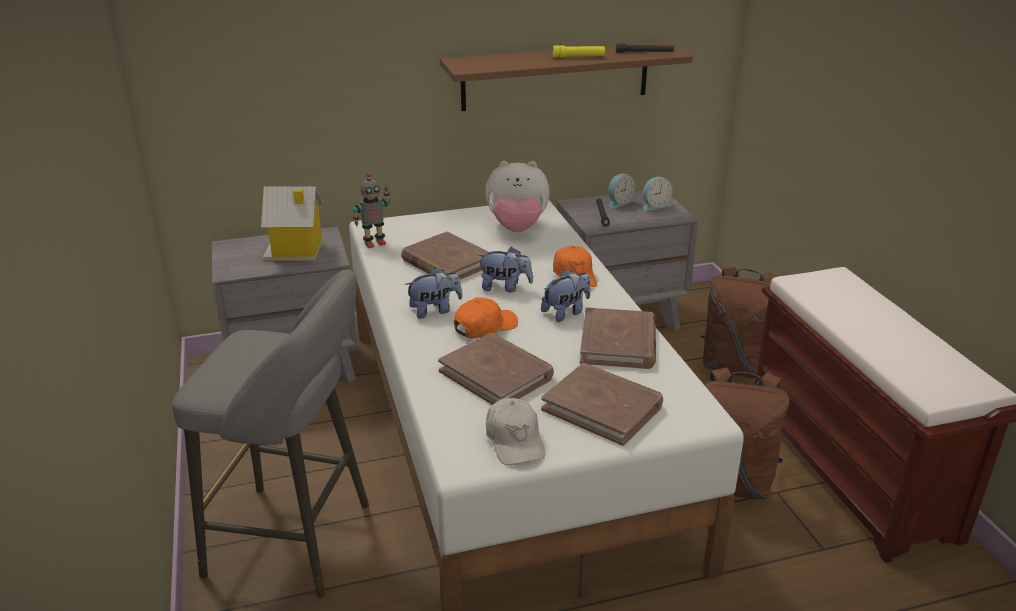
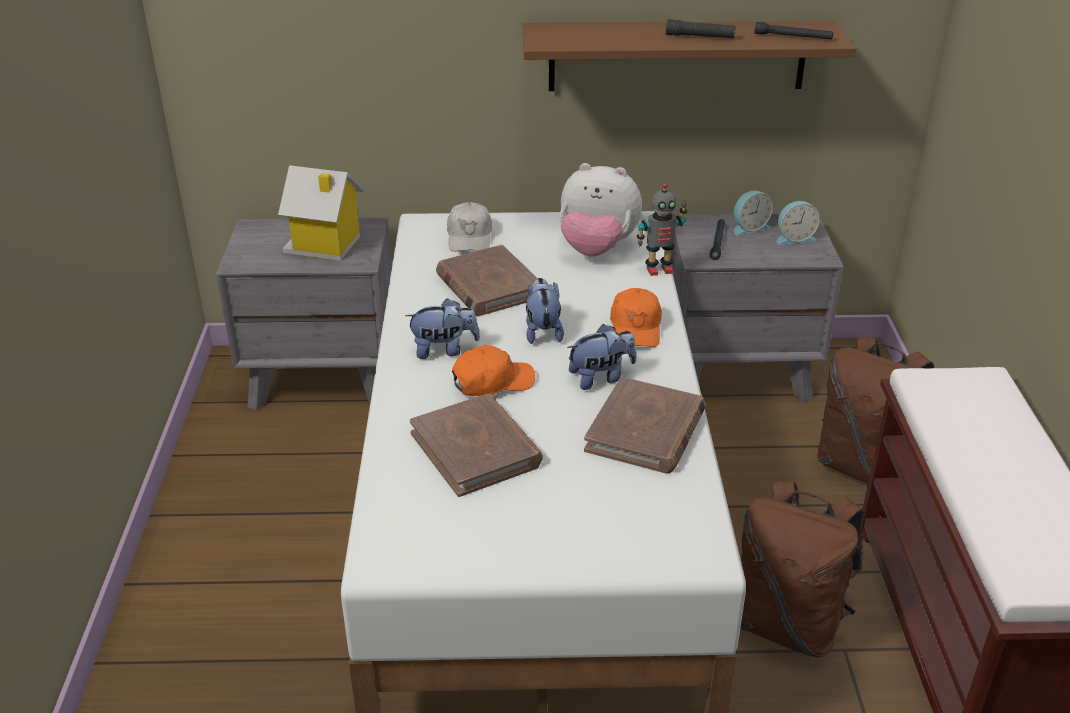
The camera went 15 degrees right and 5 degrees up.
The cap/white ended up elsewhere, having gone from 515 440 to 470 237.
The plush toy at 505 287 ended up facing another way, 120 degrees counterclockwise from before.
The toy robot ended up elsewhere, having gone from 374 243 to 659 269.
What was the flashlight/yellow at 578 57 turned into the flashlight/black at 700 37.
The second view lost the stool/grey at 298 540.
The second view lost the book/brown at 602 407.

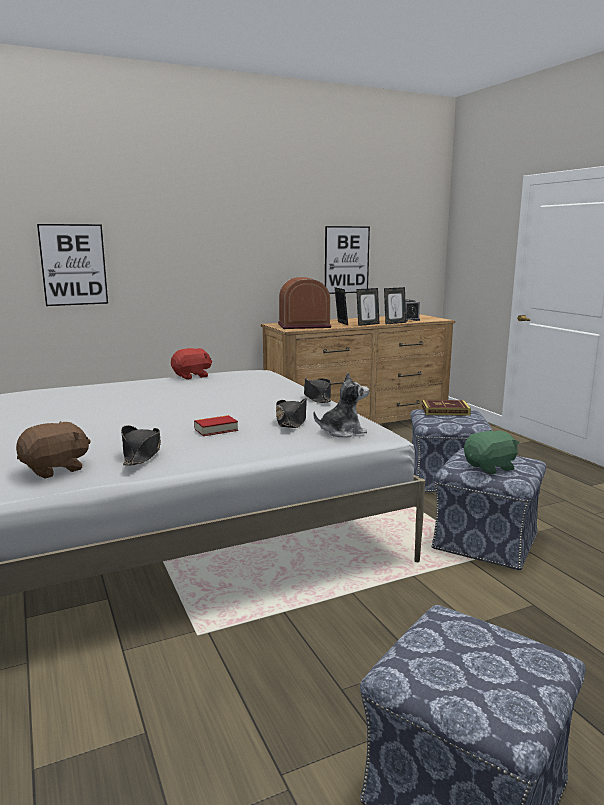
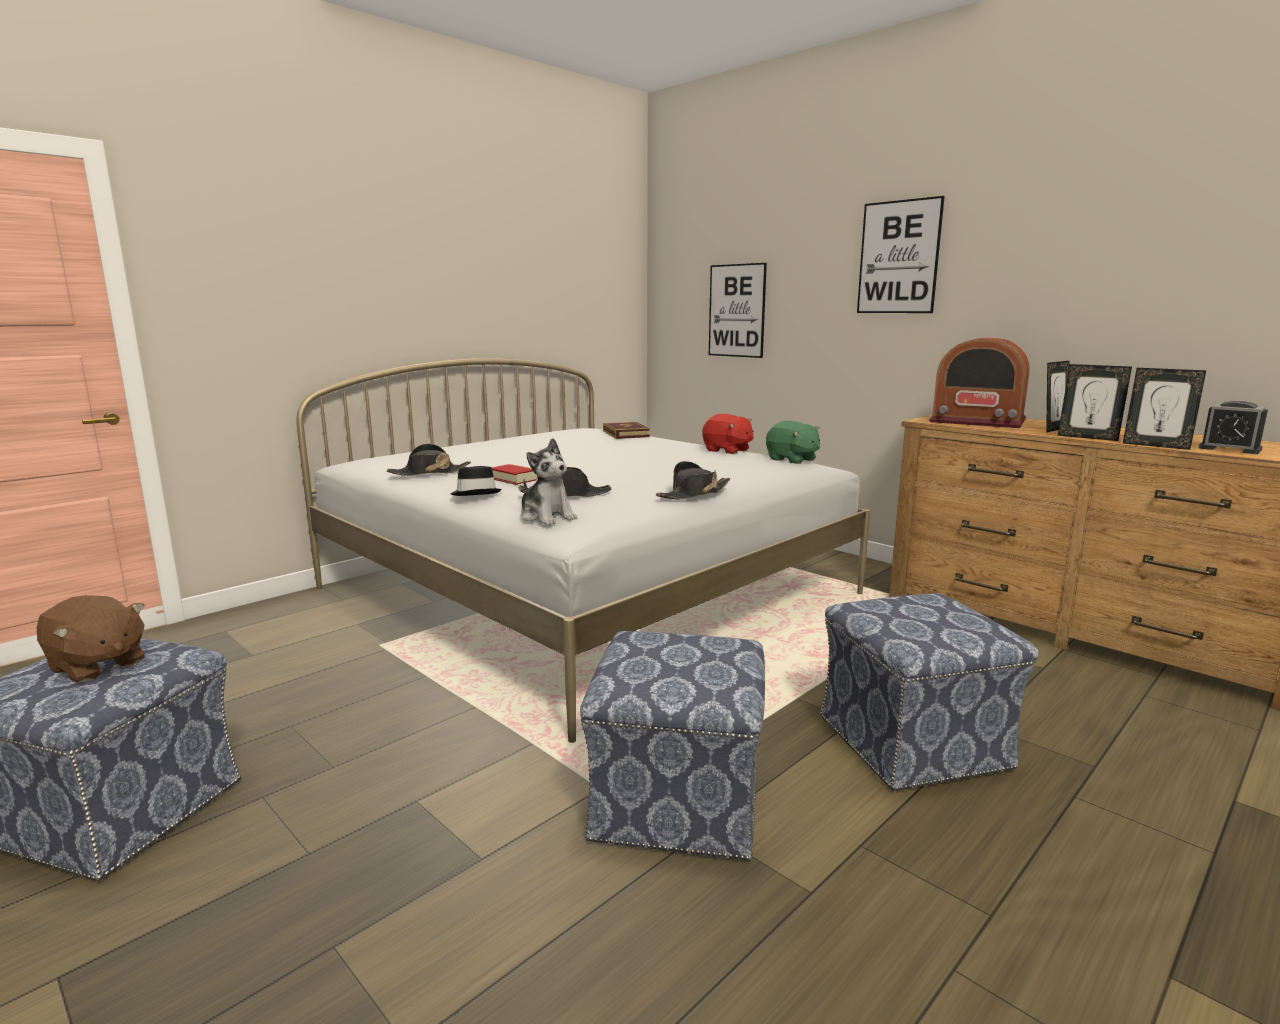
The camera went 70 degrees right and 0 degrees up.
The plush toy/brown ended up elsewhere, having gone from 55 469 to 97 666.
The second view gained the hat/black at 476 493.
The book ended up elsewhere, having gone from 445 411 to 625 434.
The plush toy/green ended up elsewhere, having gone from 490 467 to 792 460.
The picture ended up elsewhere, having gone from 346 260 to 898 257.
The radio at 304 325 ended up facing another way, 150 degrees clockwise from before.

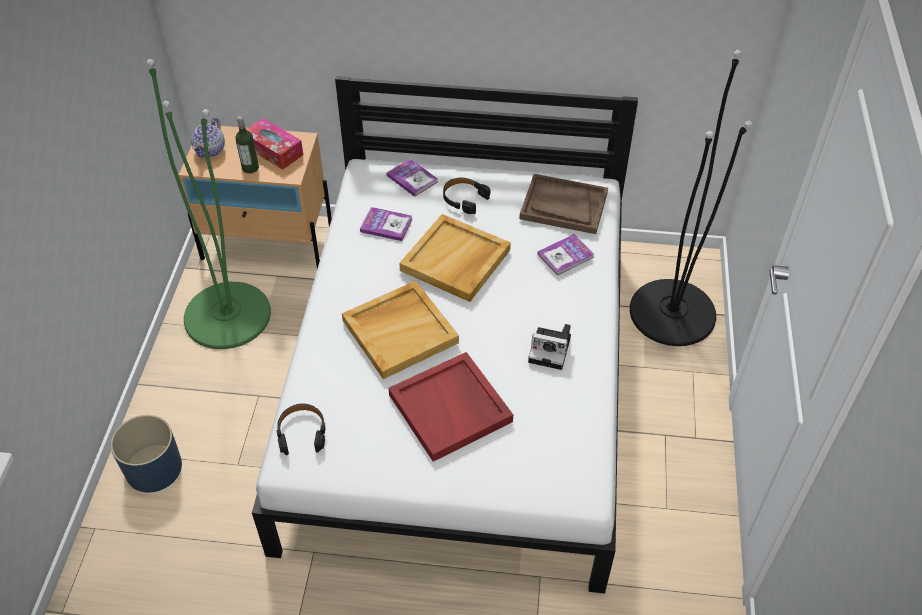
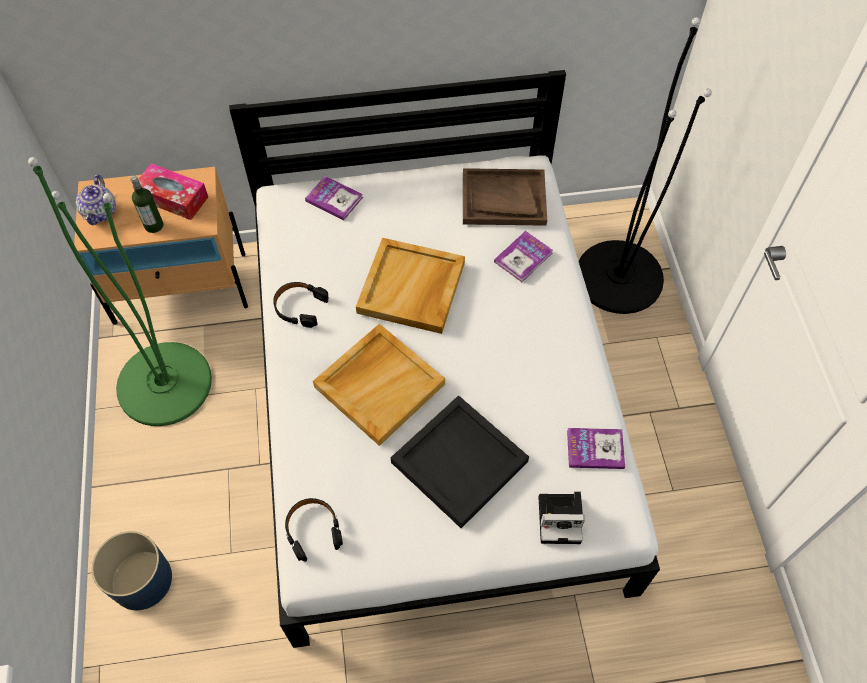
The camera went 15 degrees left and 10 degrees up.
The headphones/black ended up elsewhere, having gone from 464 199 to 300 307.
What was the tray/red at 451 408 turned into the tray/black at 461 462.
The photo camera ended up elsewhere, having gone from 551 349 to 561 519.
The book ended up elsewhere, having gone from 386 225 to 595 449.

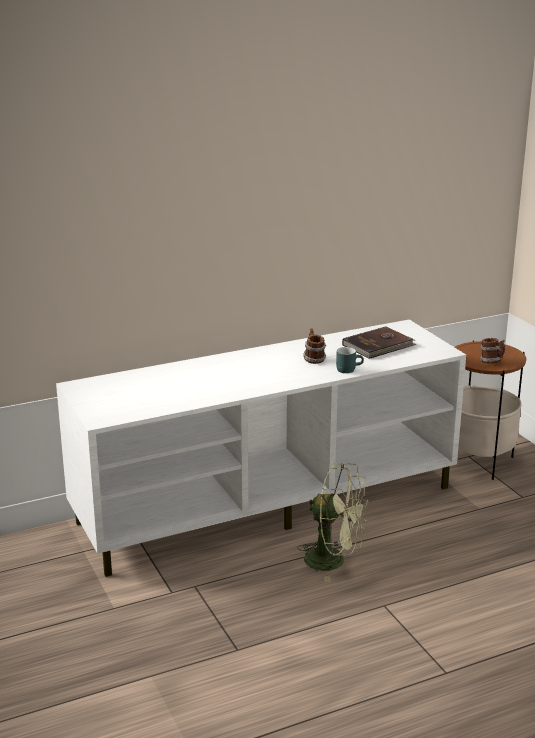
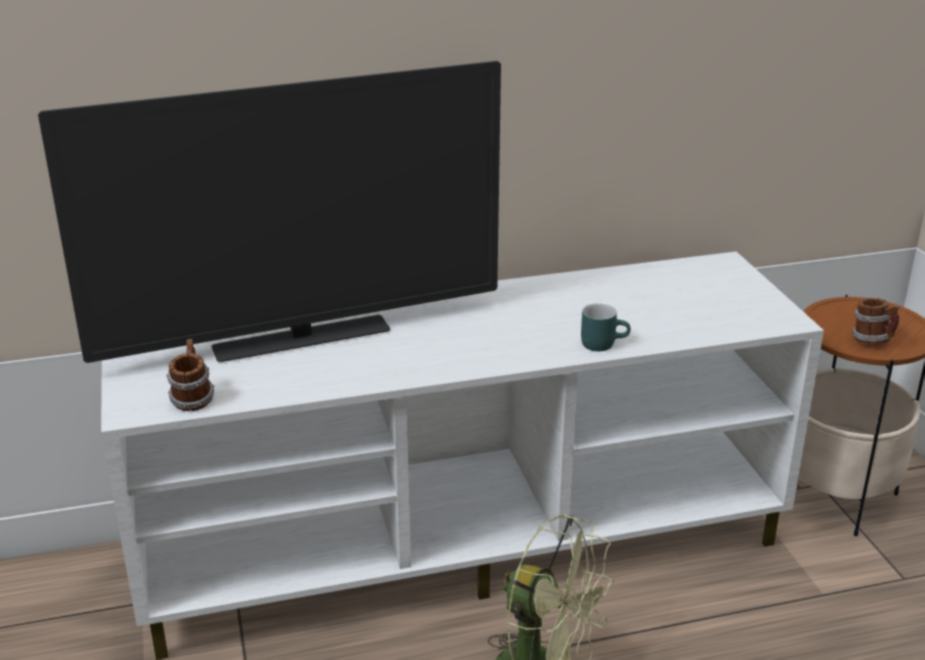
The camera went 10 degrees right and 5 degrees up.
The second view gained the television at 302 340.
The mug ended up elsewhere, having gone from 313 359 to 192 399.
The second view lost the book/brown at 379 346.

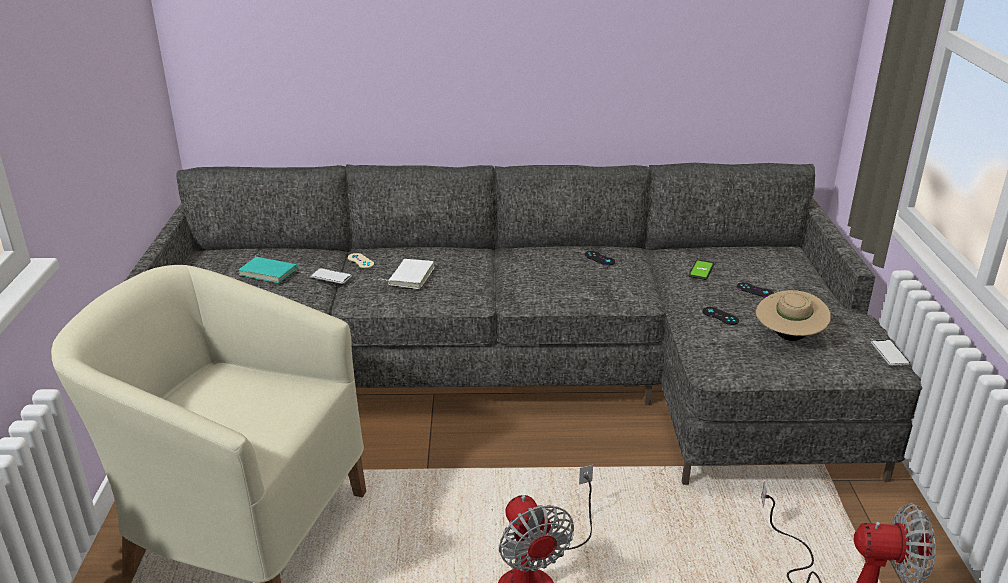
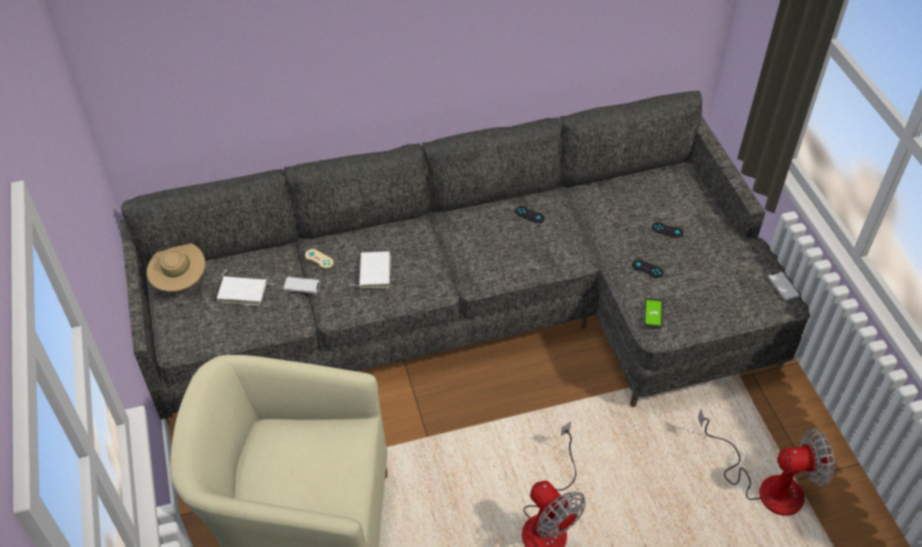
The camera went 15 degrees left and 20 degrees up.
The hat/beige ended up elsewhere, having gone from 788 337 to 180 281.
What was the book/turquoise at 269 271 turned into the book/white at 242 291.
The phone ended up elsewhere, having gone from 701 270 to 653 313.

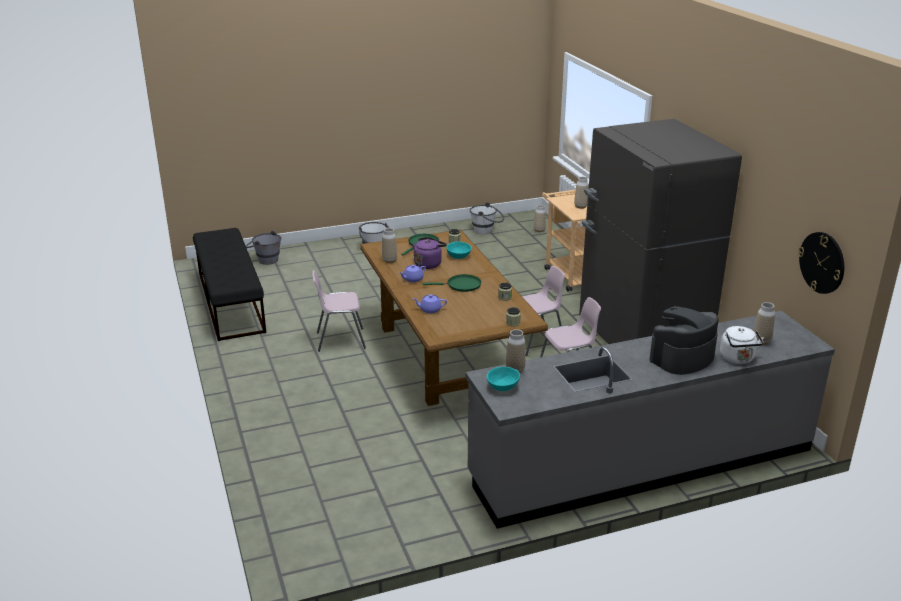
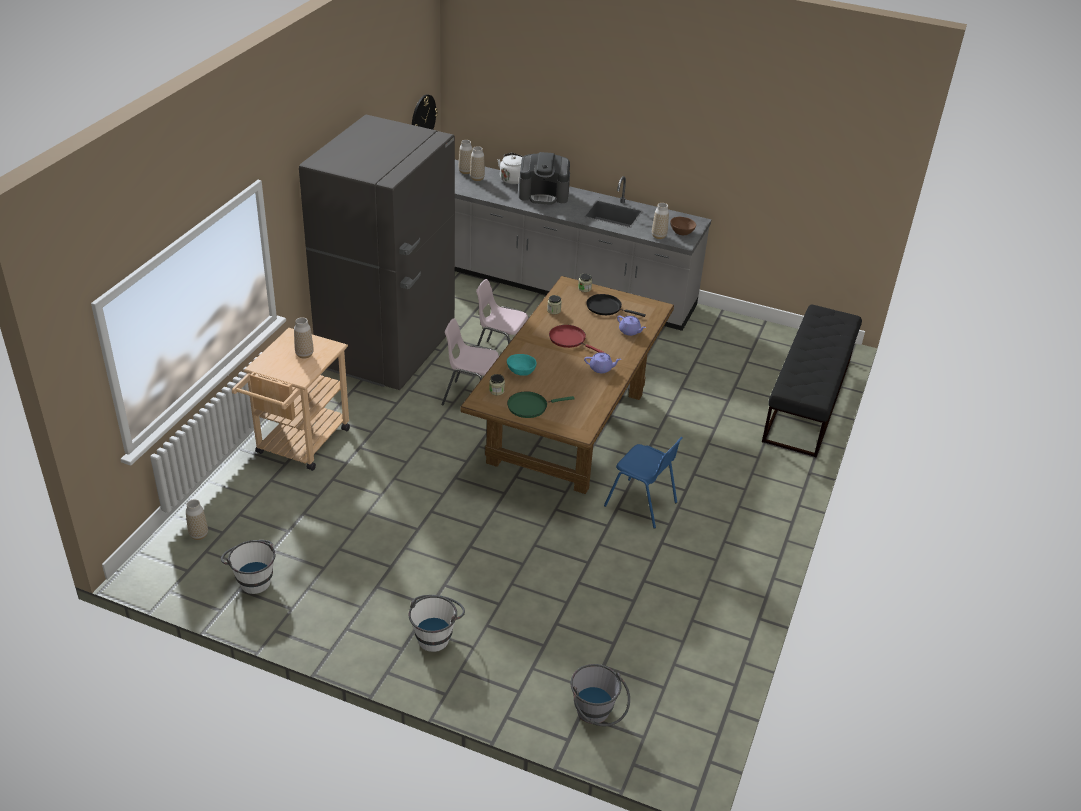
The camera went 140 degrees left and 10 degrees up.
The vase ended up elsewhere, having gone from 389 261 to 465 172.
What was the frying pan/green at 461 285 turned into the frying pan/red at 569 339.
The second view gained the frying pan/black at 606 307.
What was the chair/pink at 340 340 turned into the chair/blue at 641 504.
What was the bowl/turquoise at 503 386 turned into the bowl/brown at 681 232.
The bench/black ended up elsewhere, having gone from 230 302 to 807 399.
The second view lost the kettle/purple at 428 264.

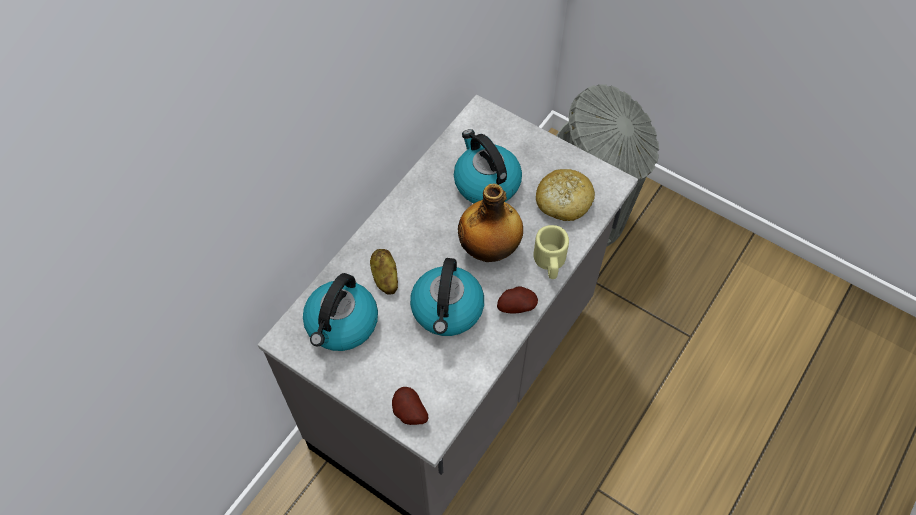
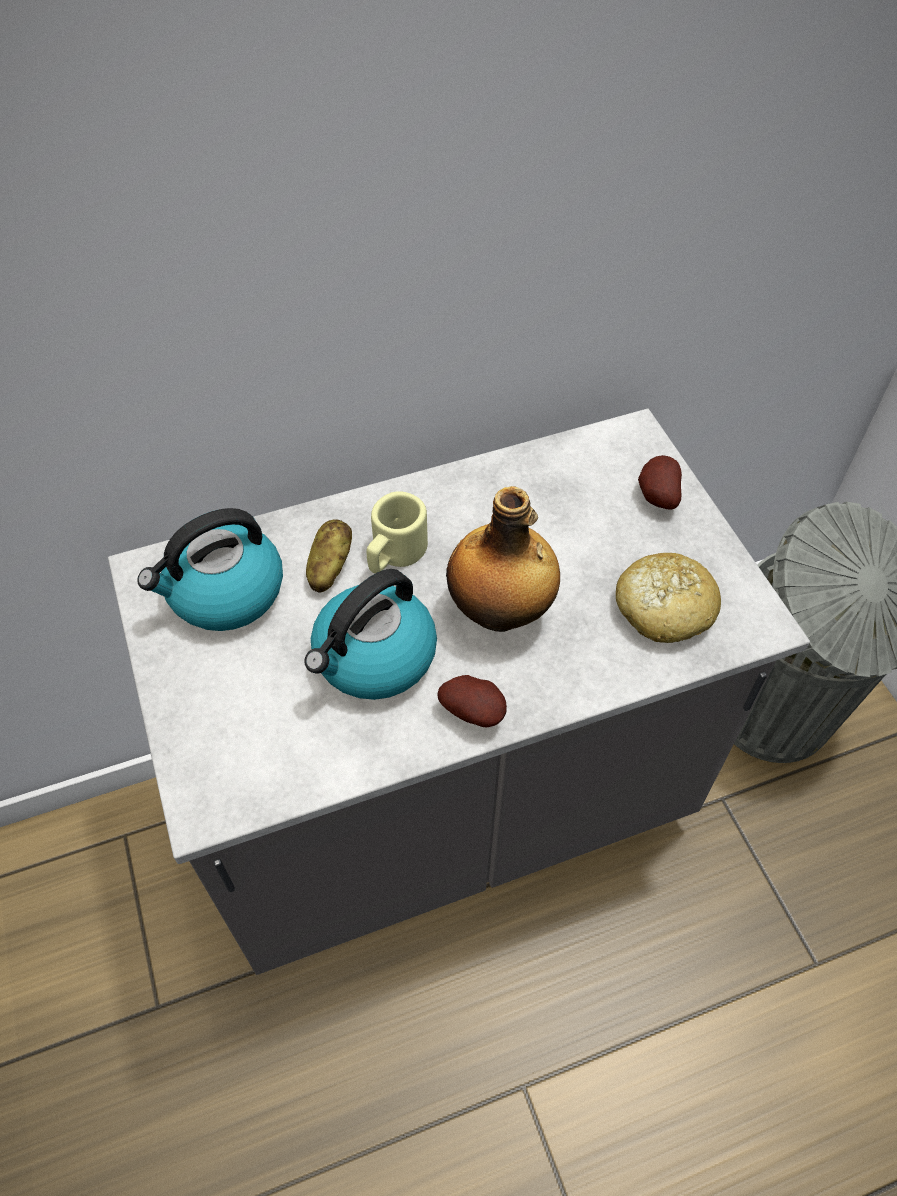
The camera went 35 degrees right and 5 degrees down.
The mug/beige ended up elsewhere, having gone from 550 262 to 394 553.
The potato ended up elsewhere, having gone from 408 413 to 656 496.
The second view lost the kettle at 486 183.

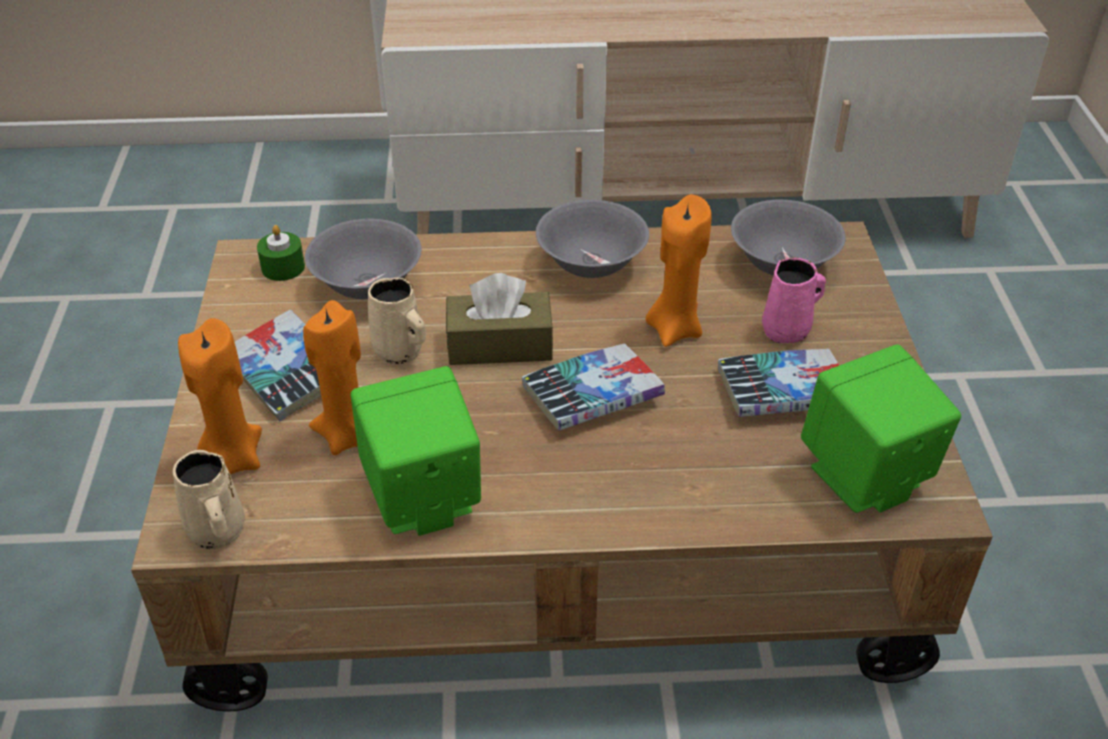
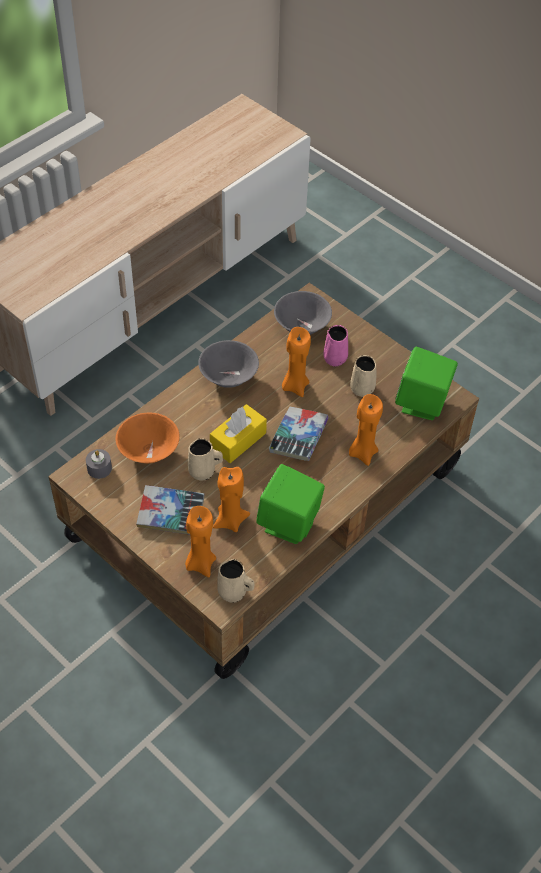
The camera went 45 degrees left and 10 degrees up.
What was the candle/green at 283 267 turned into the candle/grey at 99 468.
What was the bowl/grey at 367 285 turned into the bowl/orange at 148 451.
What was the tissue box/brown at 500 345 turned into the tissue box/yellow at 238 440.
The second view gained the candle/orange at 362 452.
Where the book stood at 783 392, the mug/beige came to stand at 362 387.

